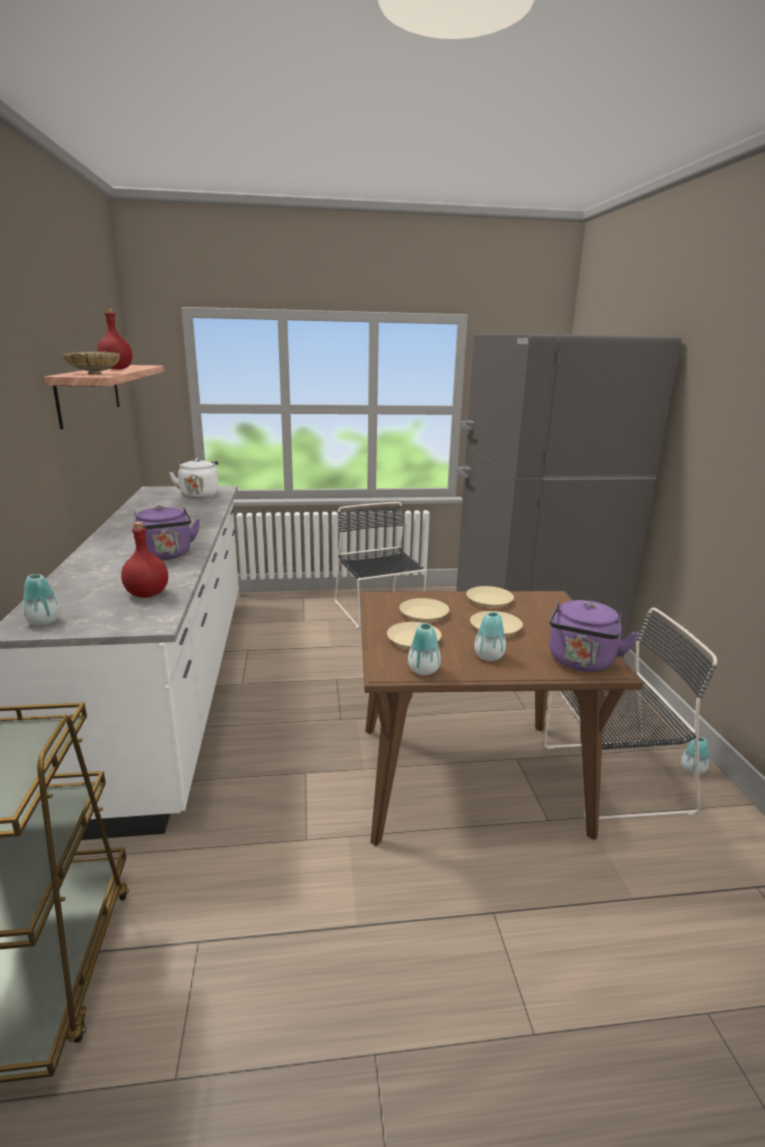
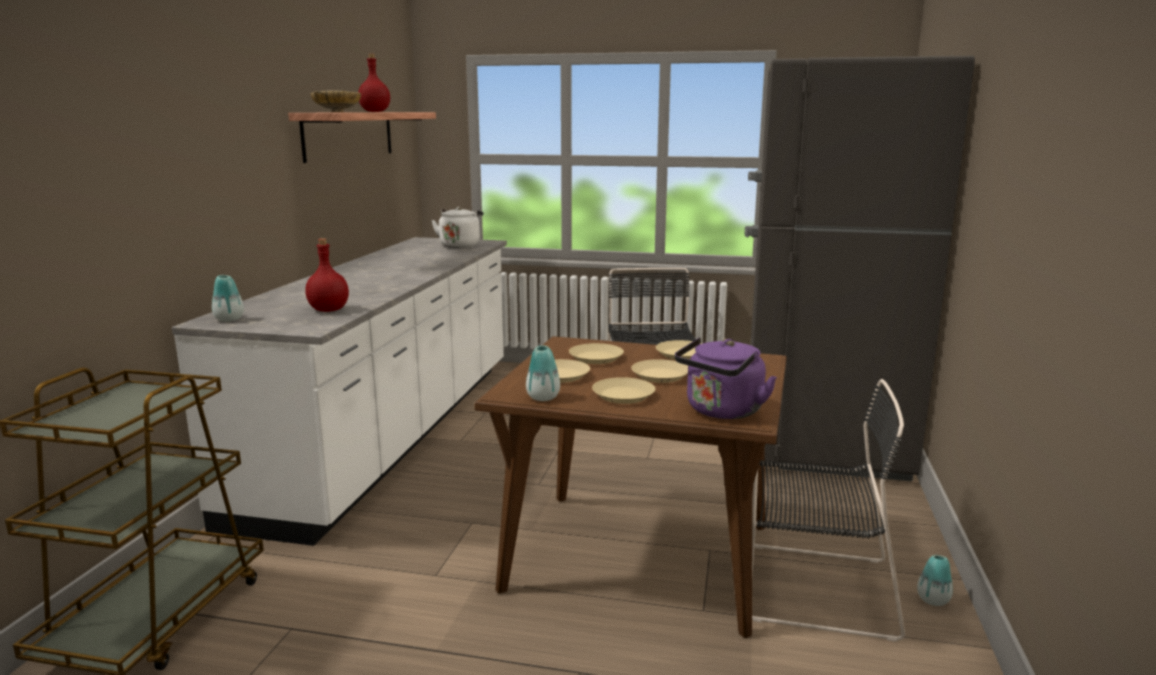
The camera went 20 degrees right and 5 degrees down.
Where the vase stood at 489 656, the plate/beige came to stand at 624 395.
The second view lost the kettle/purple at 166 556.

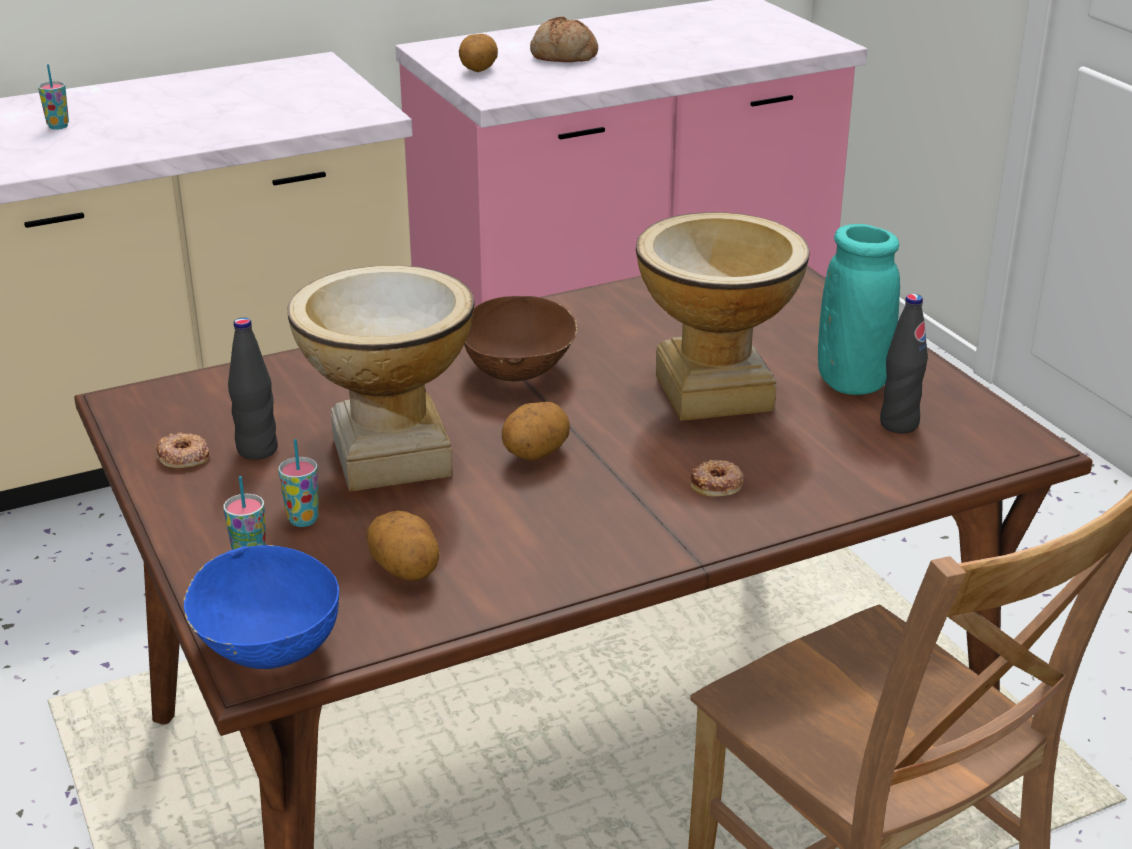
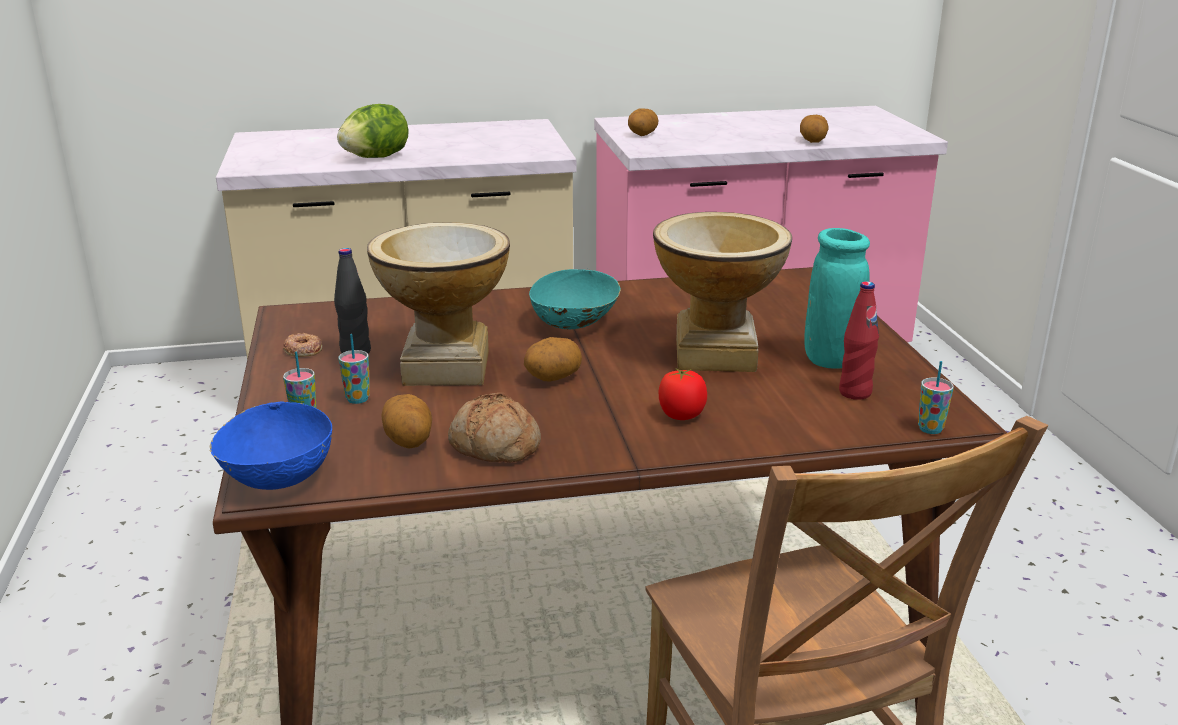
The camera went 15 degrees right and 5 degrees down.
The second view gained the lettuce at 376 157.
The bread ended up elsewhere, having gone from 563 56 to 494 446.
What was the bowl/brown at 520 370 turned into the bowl/turquoise at 575 324.
Where the donut stood at 717 484, the tomato came to stand at 682 415.
The second view gained the potato at 813 141.
What was the bottle/black at 898 424 turned into the bottle/red at 855 392.
The cup ended up elsewhere, having gone from 58 126 to 930 429.

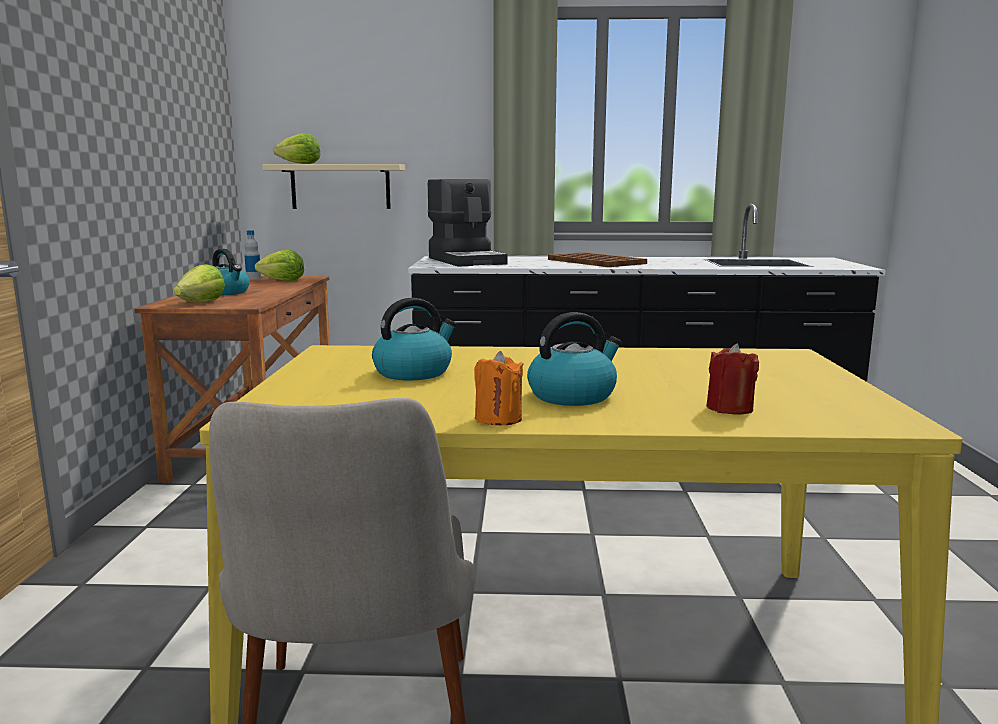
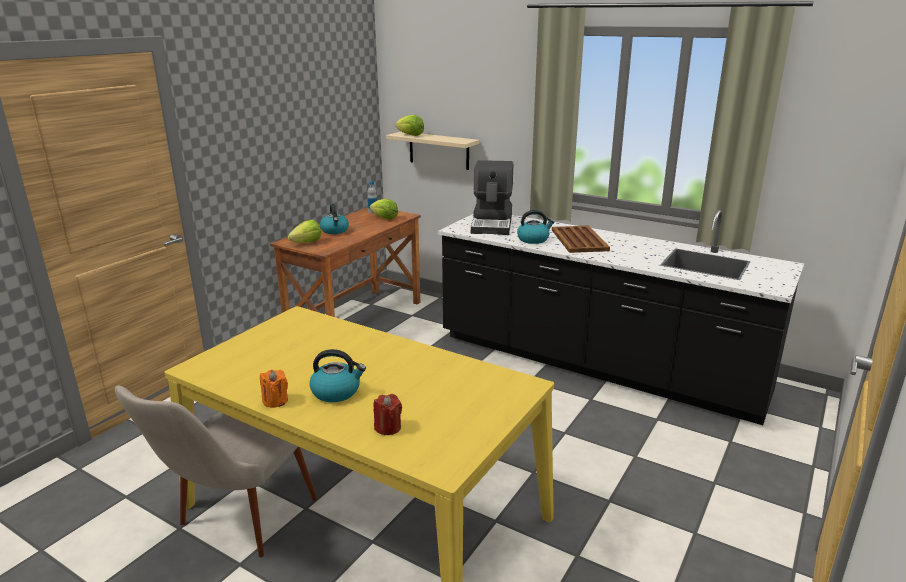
The camera went 30 degrees right and 10 degrees up.
The kettle ended up elsewhere, having gone from 414 372 to 533 239.

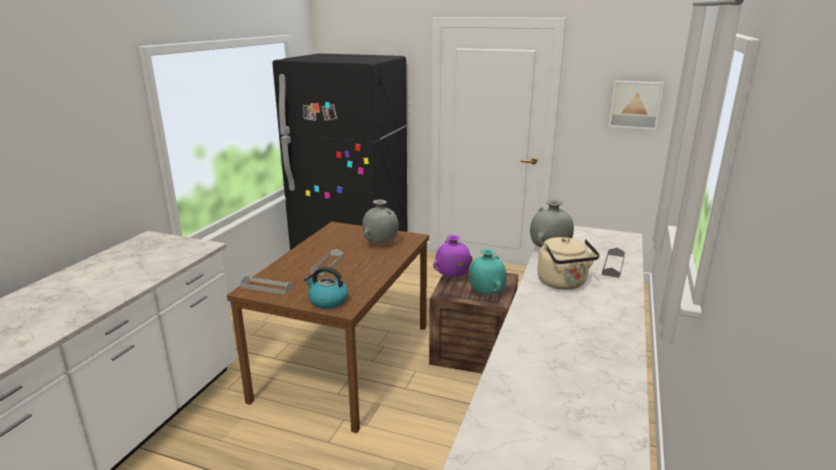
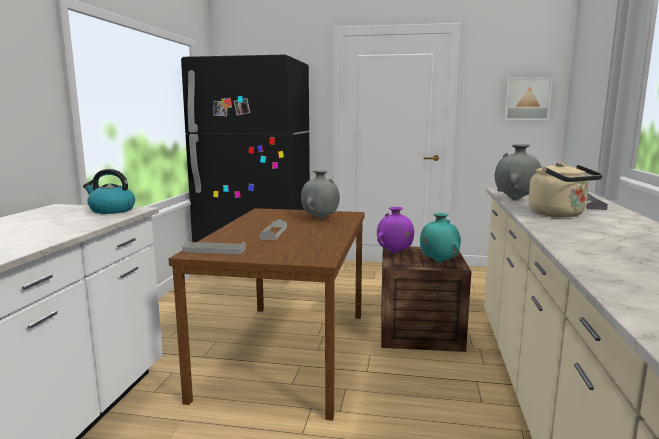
The camera went 10 degrees left and 10 degrees down.
The kettle ended up elsewhere, having gone from 328 301 to 111 210.

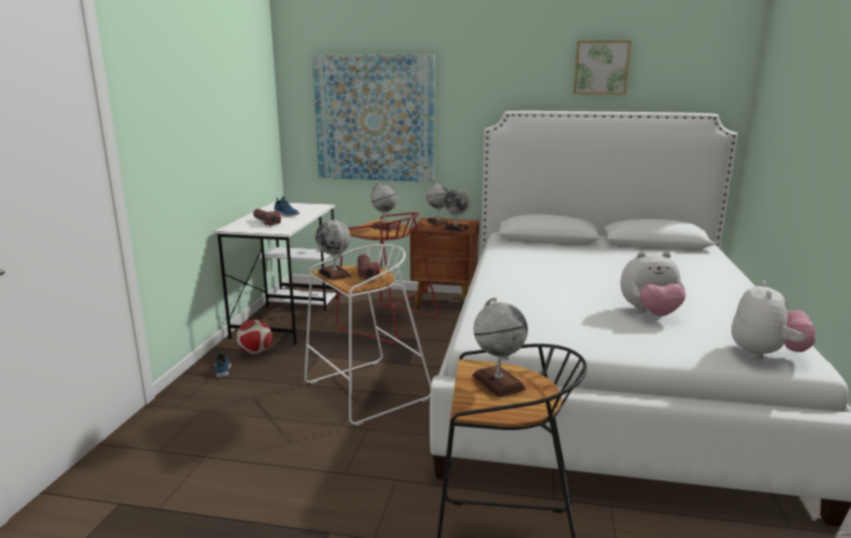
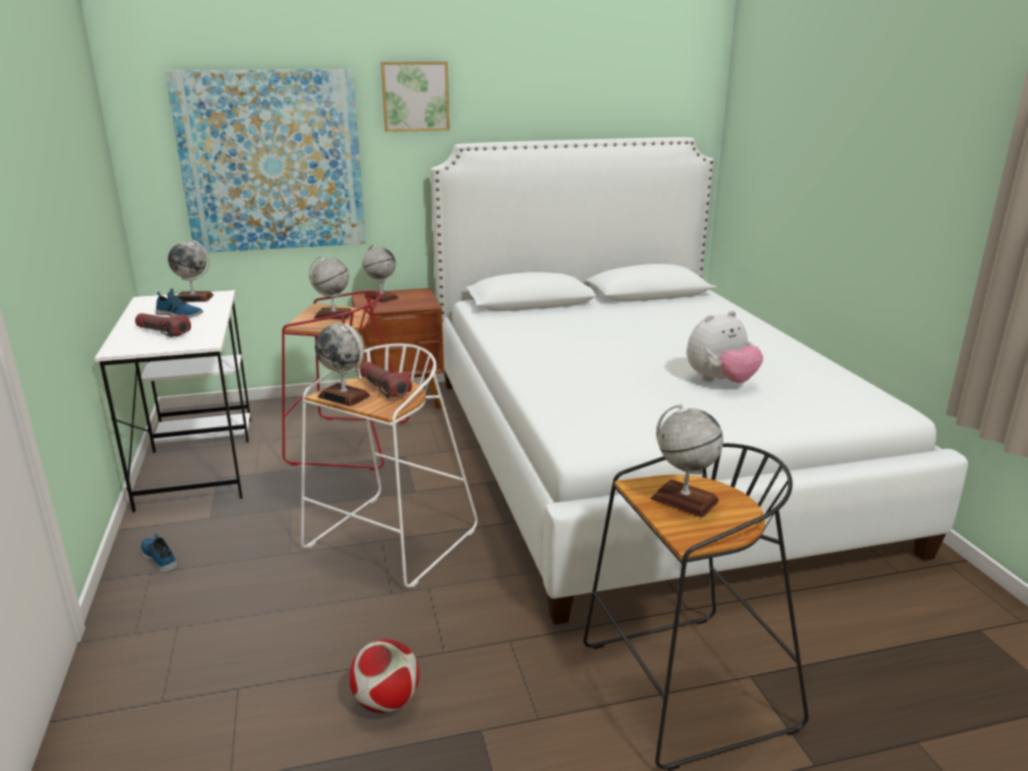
The camera went 25 degrees left and 5 degrees up.
The globe ended up elsewhere, having gone from 456 228 to 193 298.
The football ended up elsewhere, having gone from 256 352 to 386 702.
The picture ended up elsewhere, having gone from 601 67 to 415 96.
The second view lost the plush toy at 765 355.

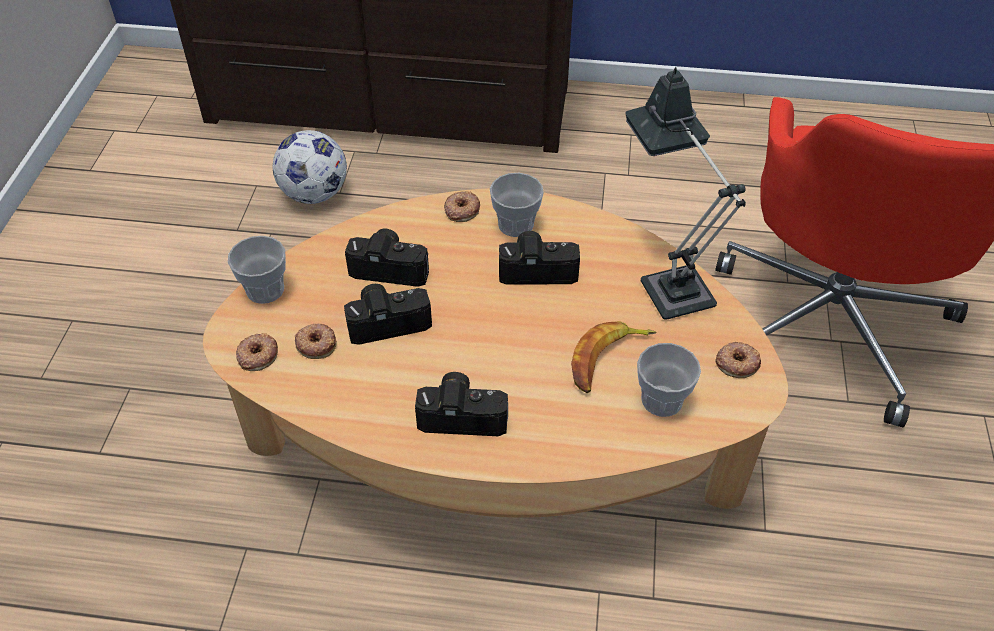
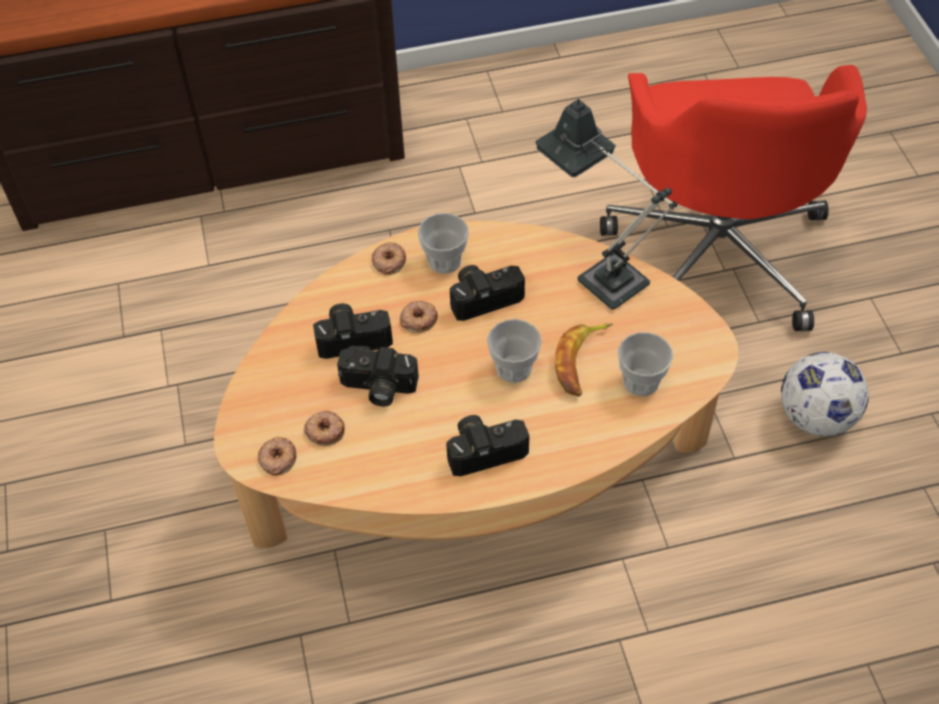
The camera went 20 degrees left and 5 degrees up.
The photo camera at 388 320 ended up facing another way, 135 degrees counterclockwise from before.
The donut ended up elsewhere, having gone from 737 362 to 418 319.
The cup ended up elsewhere, having gone from 265 290 to 513 368.
The football ended up elsewhere, having gone from 315 194 to 816 417.

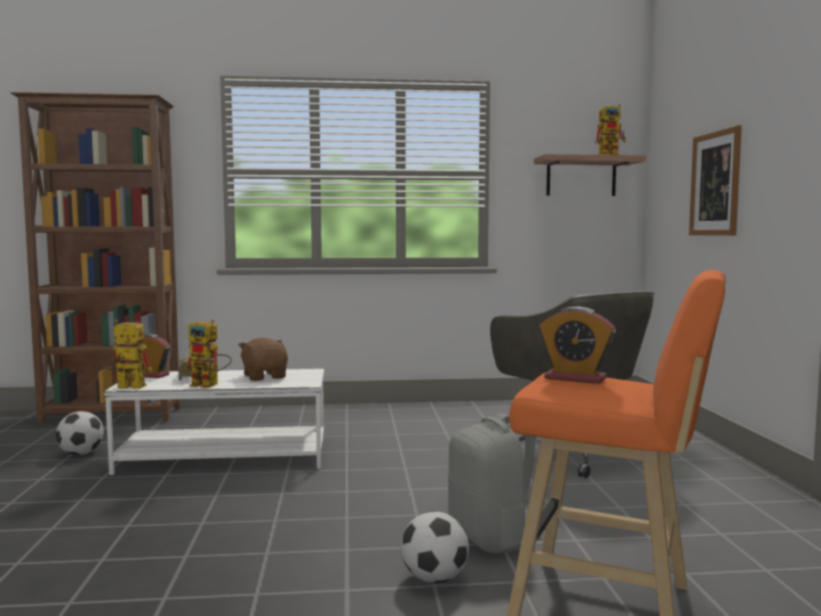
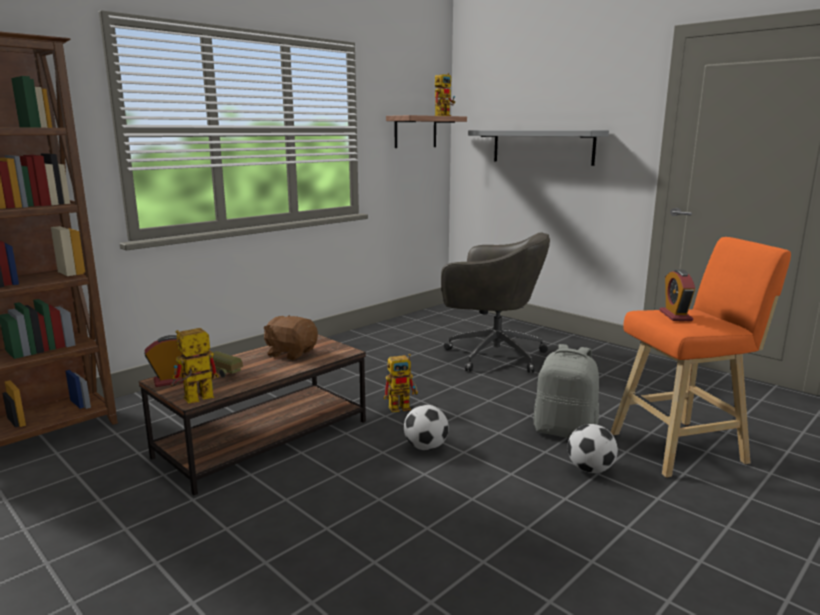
The camera went 40 degrees left and 10 degrees up.
What was the coffee table/white at 223 457 turned into the coffee table/brown at 264 439.
The toy robot ended up elsewhere, having gone from 210 385 to 403 406.
The football ended up elsewhere, having gone from 81 453 to 426 447.
Where the picture hung at 715 184, the shelf/grey came to hang at 542 146.
The alarm clock at 575 378 ended up facing another way, 105 degrees clockwise from before.

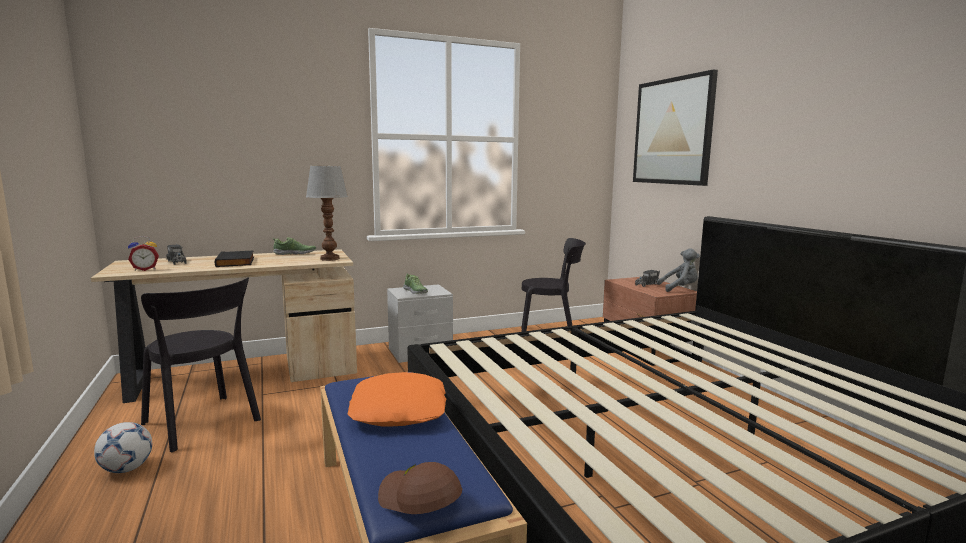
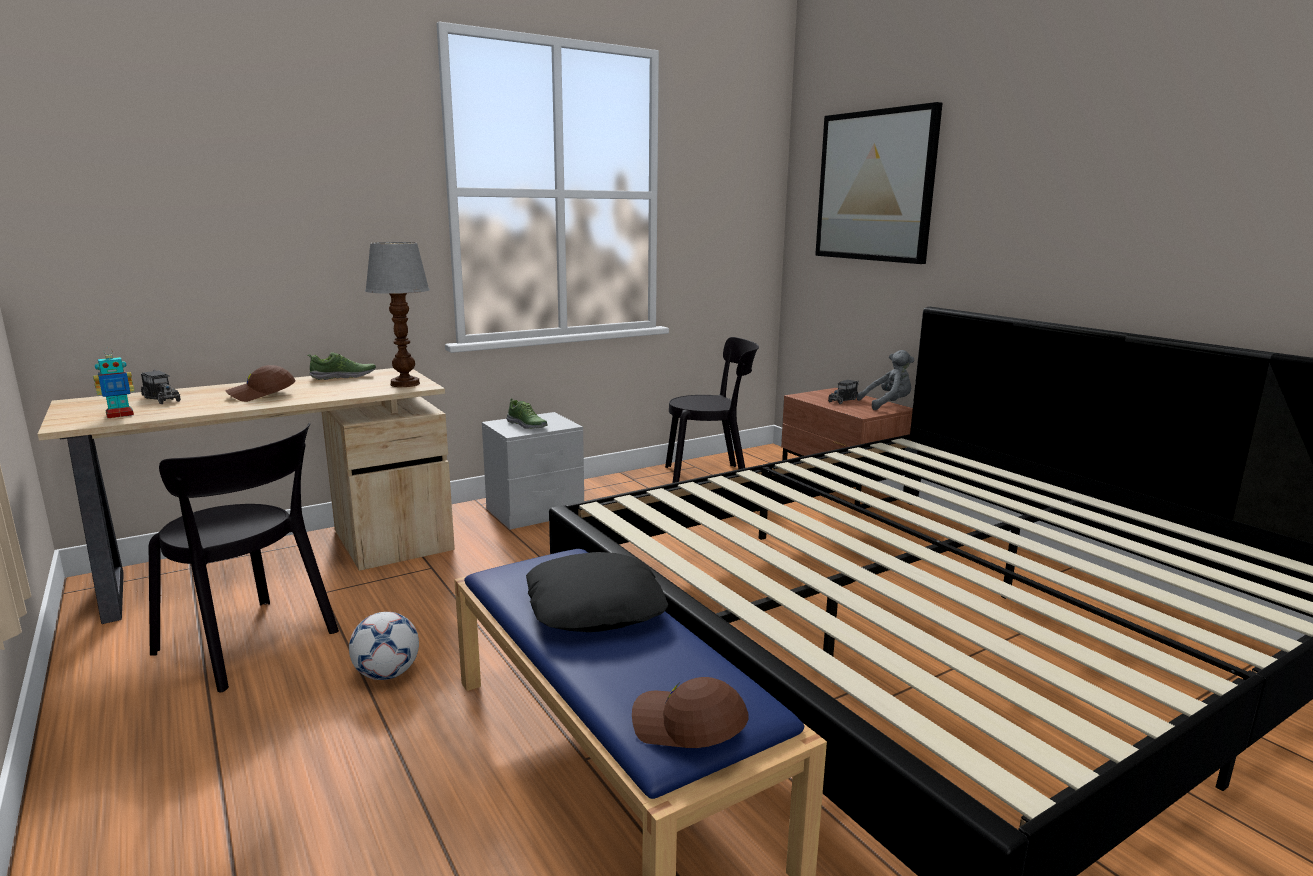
The camera went 10 degrees left and 5 degrees up.
Where the alarm clock stood at 145 269, the toy robot came to stand at 120 415.
Where the book/black stood at 237 262, the cap/brown came to stand at 262 395.
The football ended up elsewhere, having gone from 126 469 to 387 674.
What was the pillow/orange at 399 410 turned into the pillow/black at 596 606.

